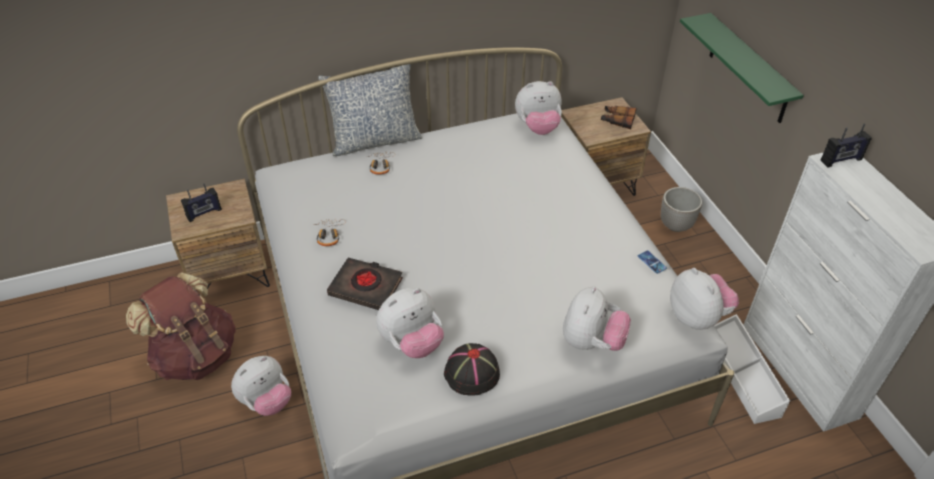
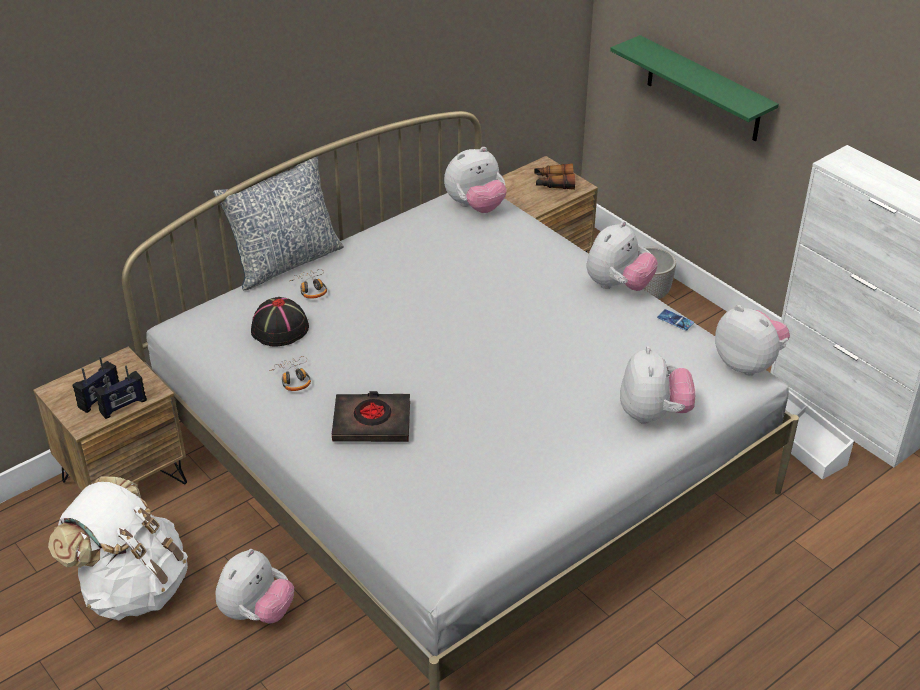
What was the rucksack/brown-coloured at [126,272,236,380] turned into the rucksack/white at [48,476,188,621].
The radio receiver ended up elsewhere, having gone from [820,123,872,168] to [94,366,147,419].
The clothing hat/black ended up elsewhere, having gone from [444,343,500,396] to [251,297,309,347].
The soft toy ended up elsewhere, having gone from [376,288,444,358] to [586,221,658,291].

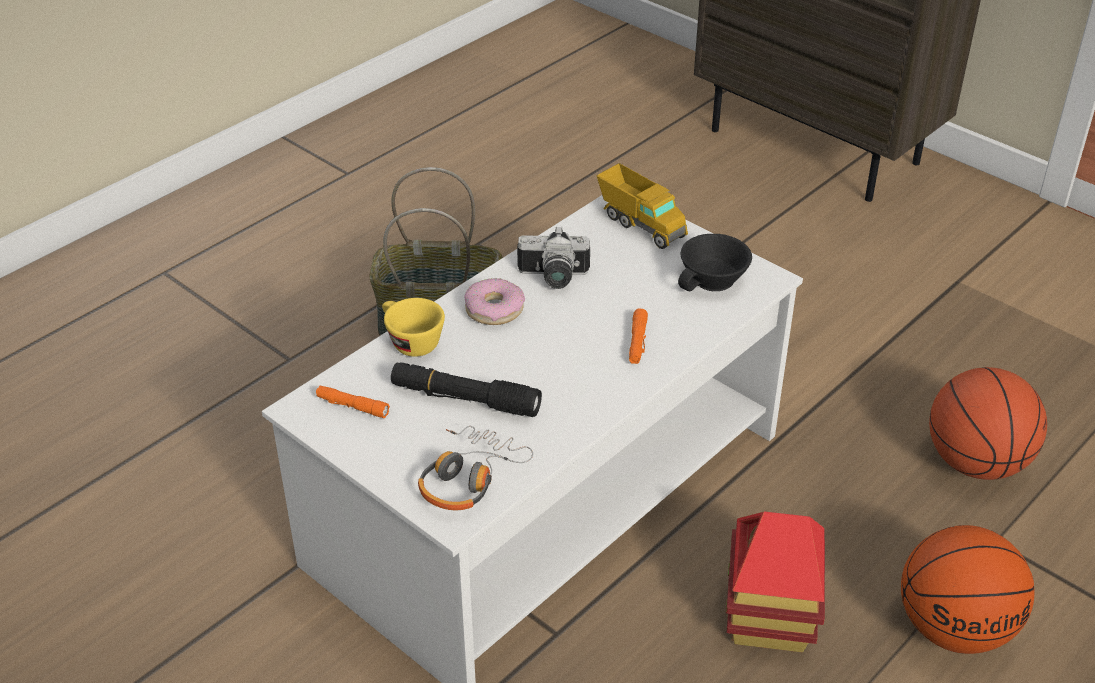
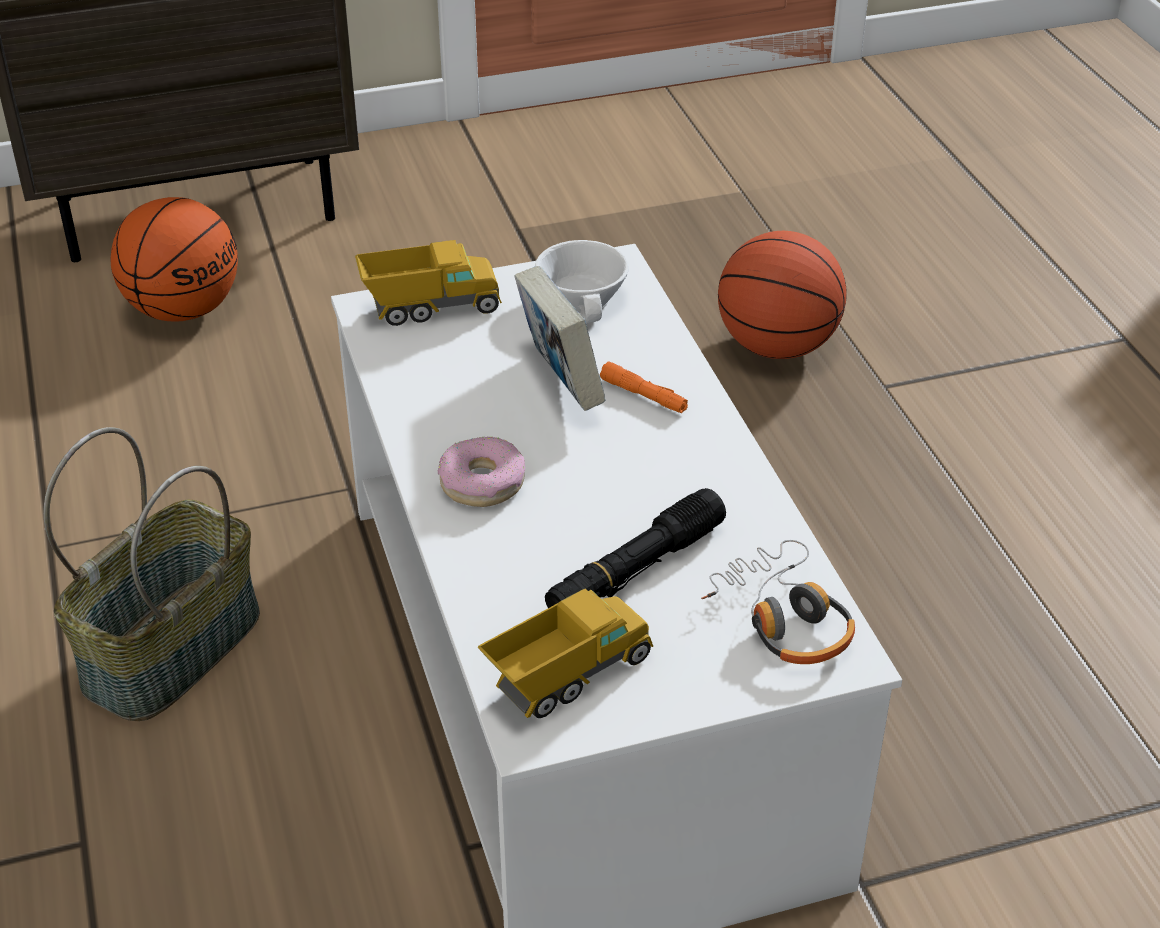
The ball for basketball ended up elsewhere, having gone from [901,525,1035,654] to [111,197,238,322].
Where the torch/orange-coloured stood at [316,386,390,418], the model truck came to stand at [478,589,653,718].
The second view gained the book at [514,266,606,411].
What was the drinking cup/black at [678,234,752,291] turned into the drinking cup/white at [535,240,629,323].
The second view lost the drinking cup/yellowish at [382,298,445,357].
The second view lost the still camera at [517,227,590,289].
The second view lost the toy house at [725,512,825,652].

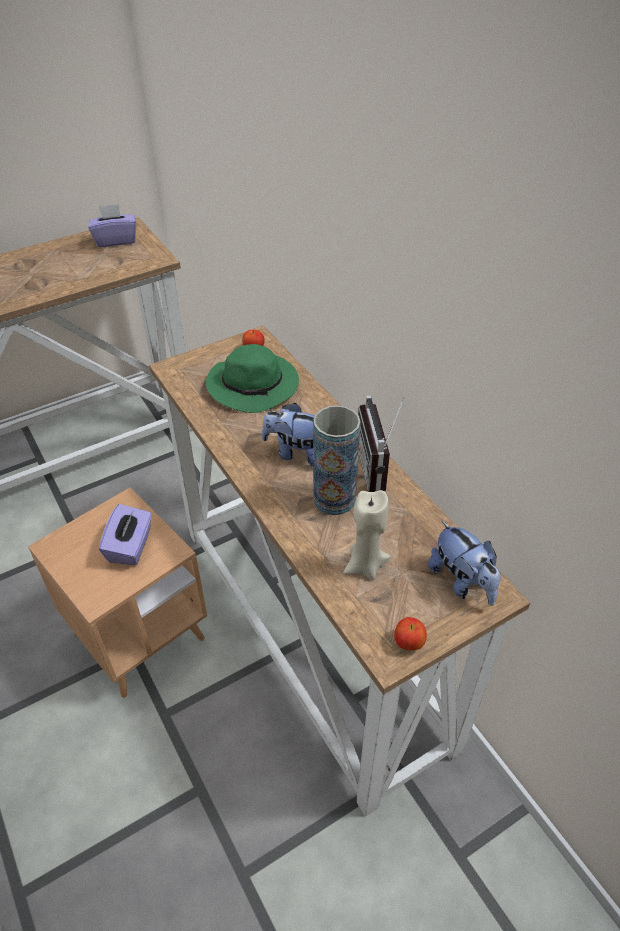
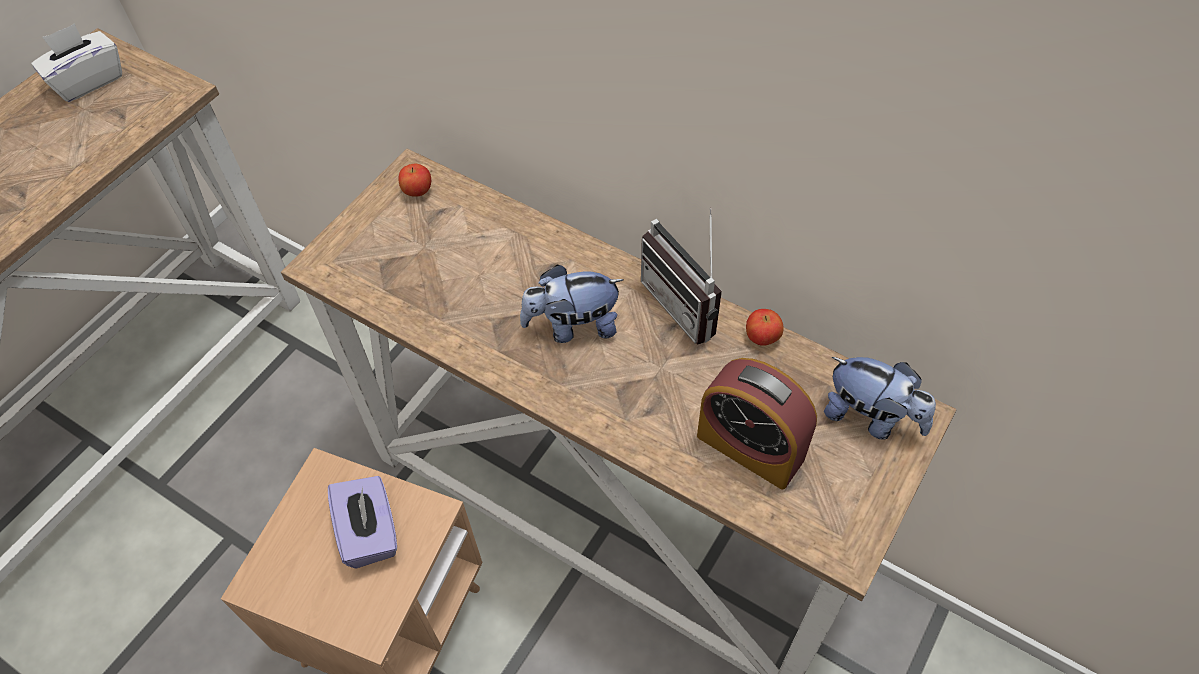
What was the tissue holder/purple at [88,204,136,247] turned into the tissue holder/white at [31,24,122,102].
Where the candle/sand-coloured stood at [343,490,390,580], the table clock came to stand at [697,358,817,490].
The apple ended up elsewhere, having gone from [394,617,427,650] to [746,309,784,346].
The second view lost the clothing hat/green at [206,344,299,413].
The second view lost the vase at [313,405,361,515].

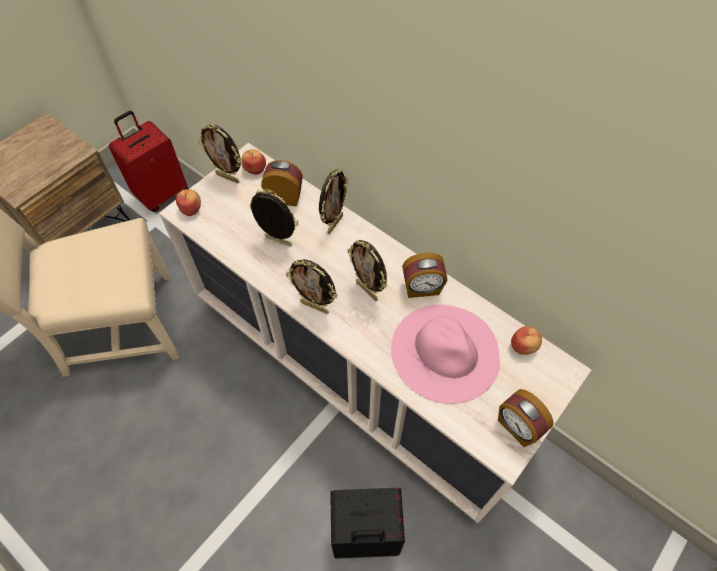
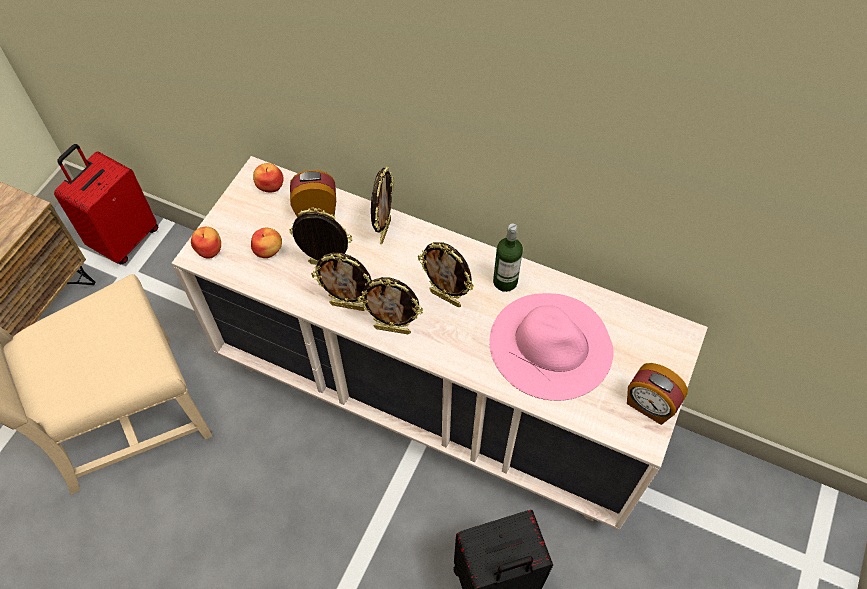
The apple ended up elsewhere, having gone from [511,326,542,355] to [251,228,282,258].
The standing frame ended up elsewhere, having gone from [198,124,241,183] to [311,252,372,311].
Where the table clock stood at [402,252,448,298], the drink bottle came to stand at [493,223,523,292].

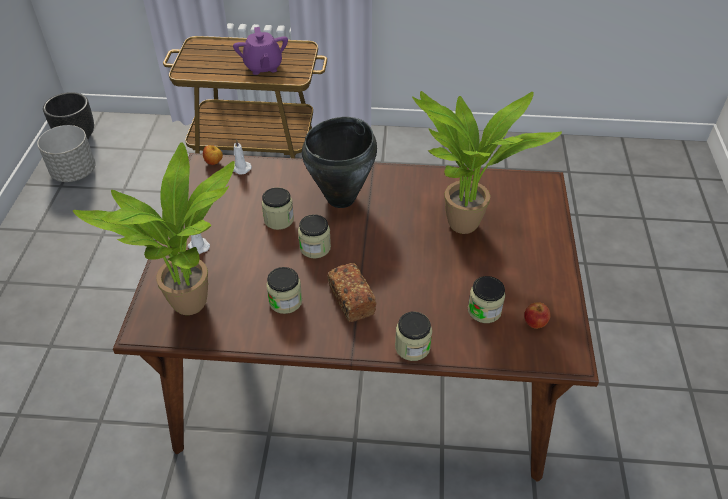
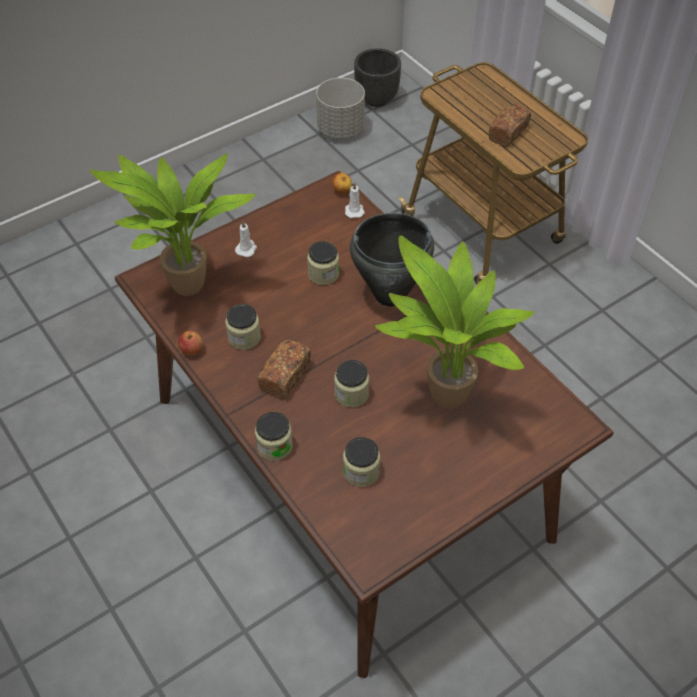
The apple ended up elsewhere, having gone from [525,302,550,329] to [178,331,203,356].
The preserve jar ended up elsewhere, having gone from [298,214,331,259] to [334,360,369,407].
Where the pot for tea/purple stood at [233,27,288,75], the baked bread came to stand at [488,104,531,147].

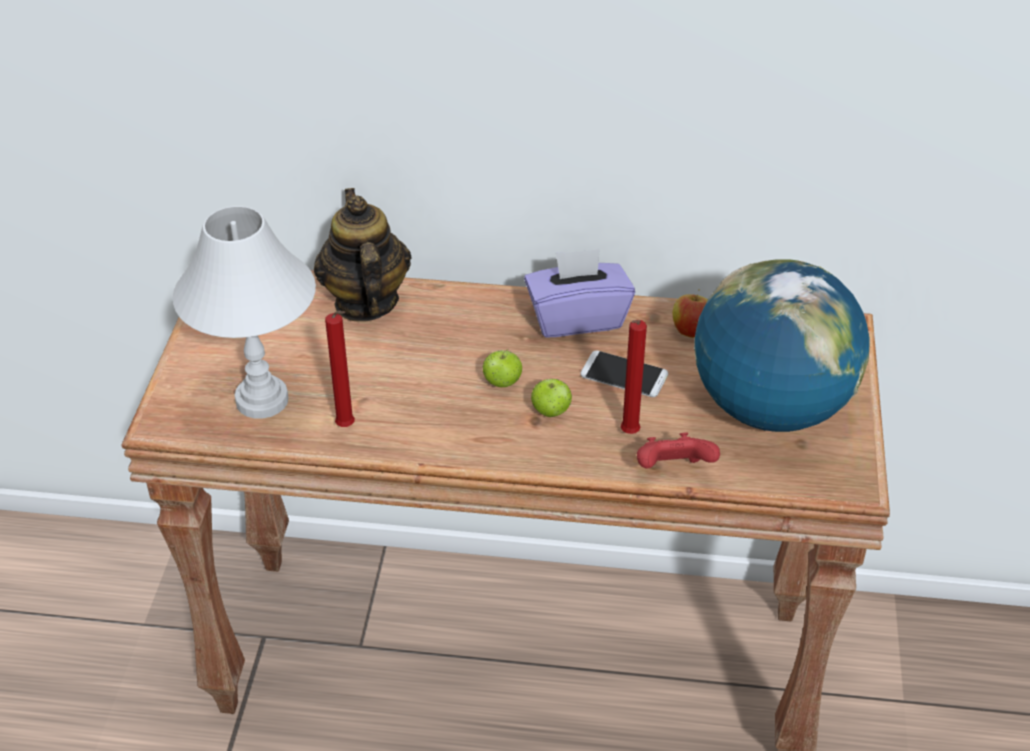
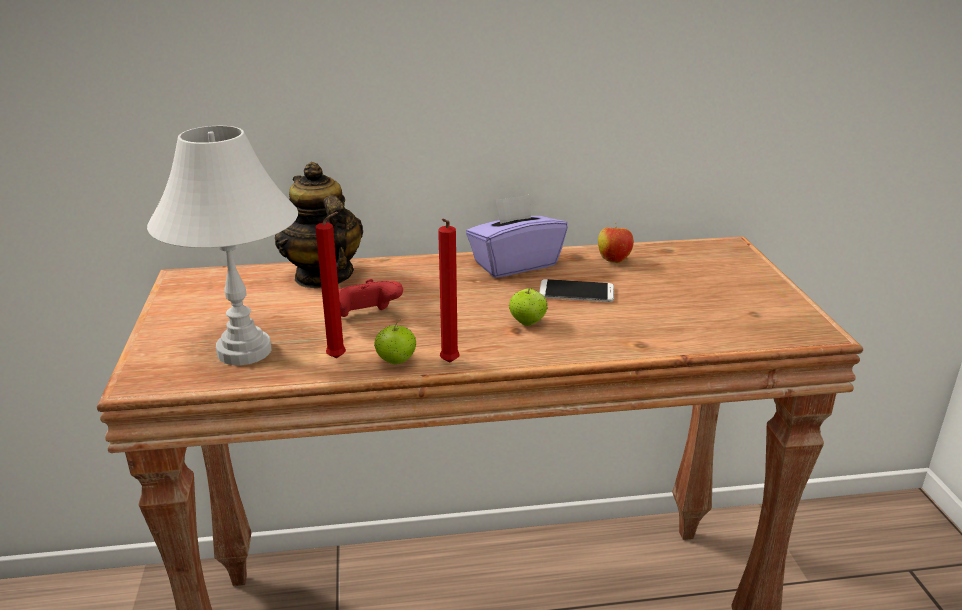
The joypad/reddish ended up elsewhere, having gone from [637,432,720,468] to [339,279,403,317].
The apple ended up elsewhere, having gone from [482,349,522,387] to [374,319,416,364].
The candle/reddish ended up elsewhere, having gone from [620,320,647,434] to [438,219,460,362].
The second view lost the desk globe at [694,259,869,432].

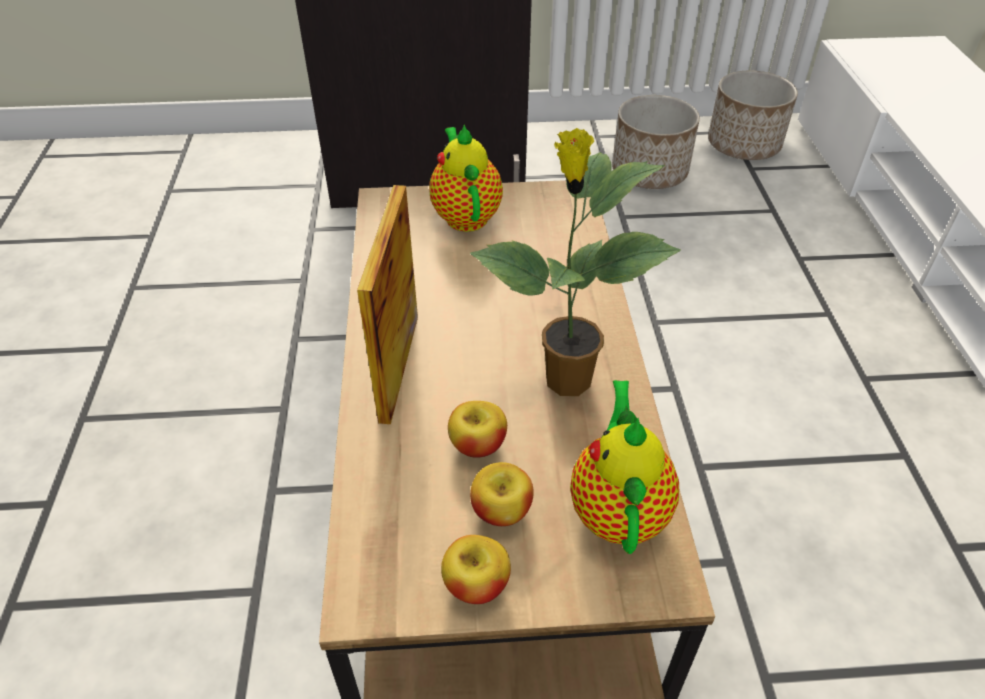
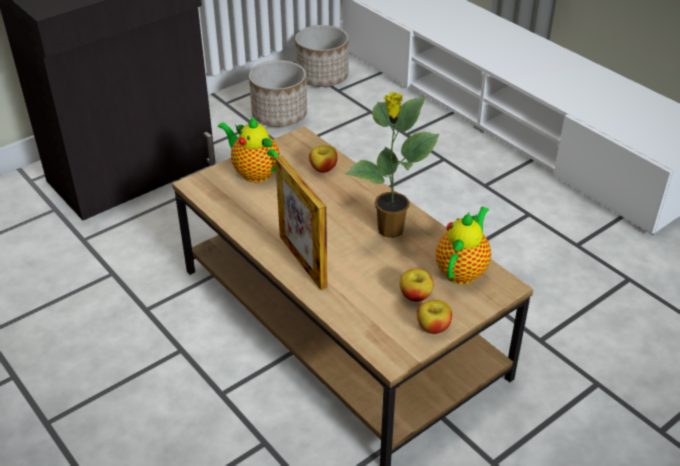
The apple ended up elsewhere, having gone from [448,401,507,458] to [309,145,337,173].
The pot for tea at [570,380,679,554] ended up facing another way, 60 degrees clockwise from before.

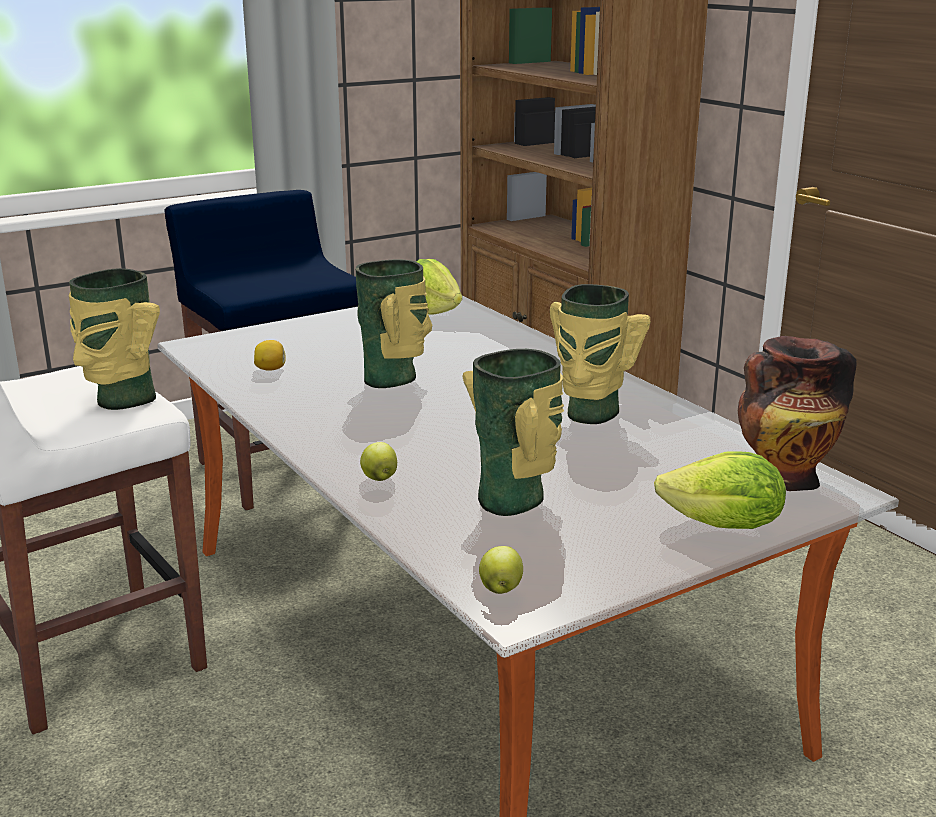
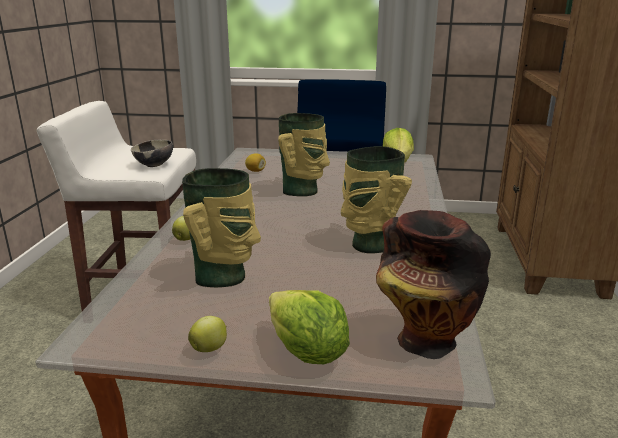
Where the vase stood at [69,268,160,410], the serving bowl came to stand at [131,140,173,167].
The apple ended up elsewhere, having gone from [479,546,523,594] to [188,316,227,352].

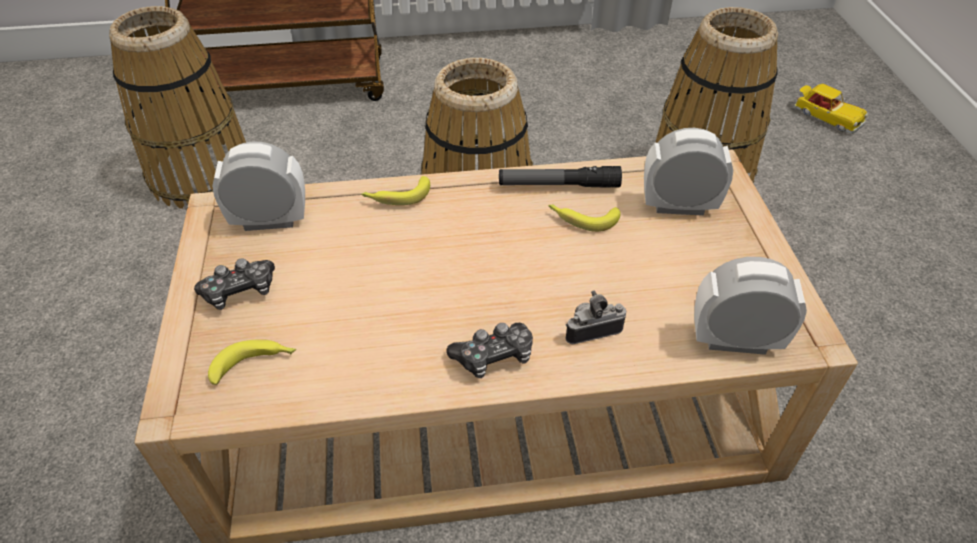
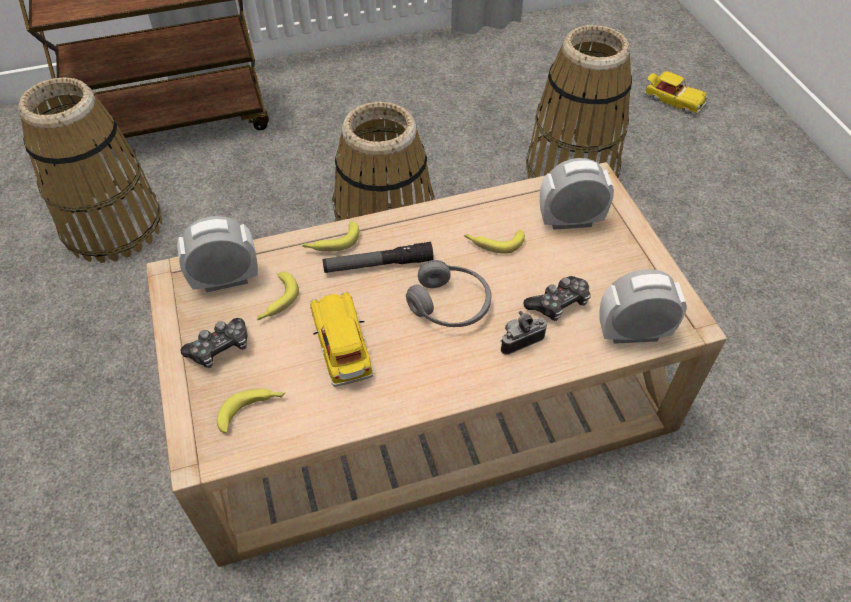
The second view gained the whole banana at [257,272,299,320].
The second view gained the model car at [310,291,373,387].
The torch ended up elsewhere, having gone from [499,166,622,188] to [323,242,434,273].
The second view gained the headphones/greyish at [406,260,491,327].
The joypad ended up elsewhere, having gone from [447,323,533,378] to [523,276,591,321].

